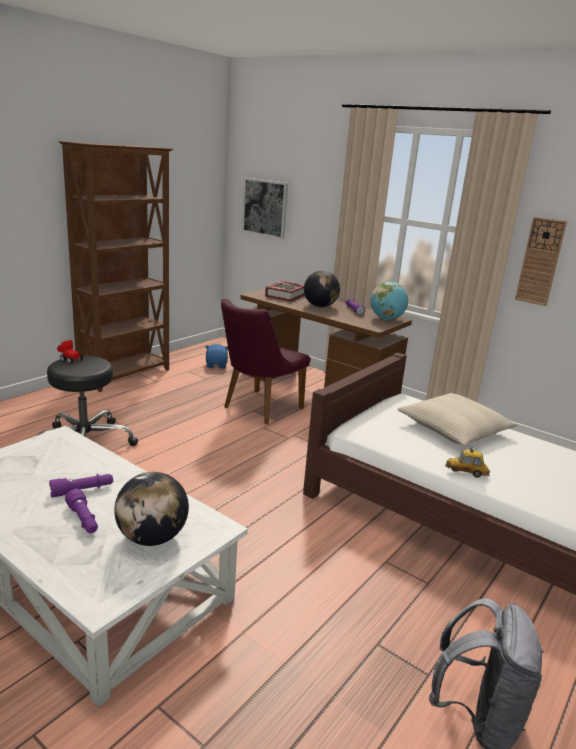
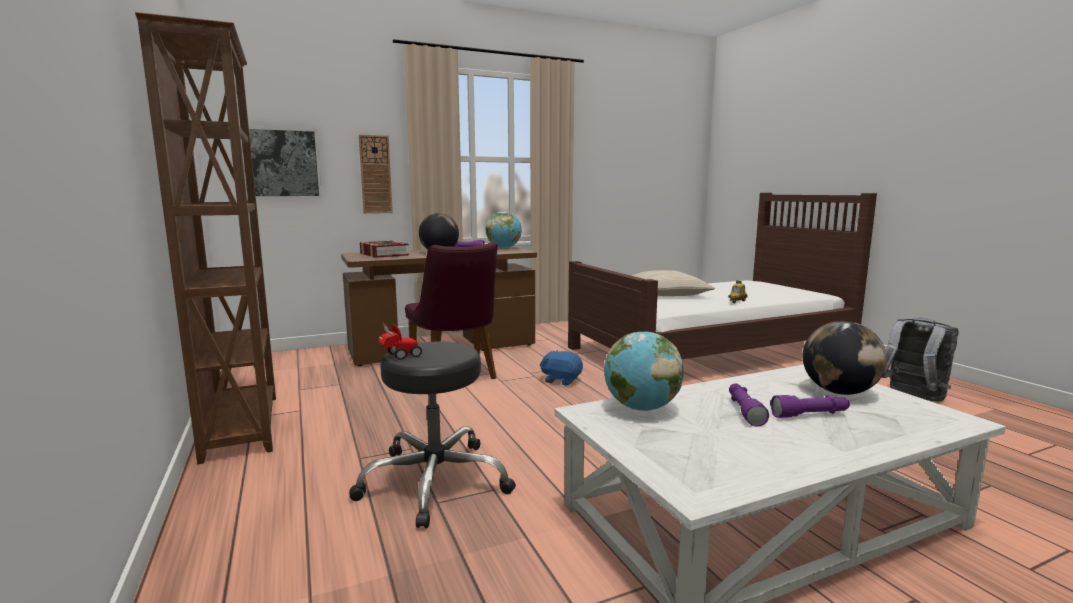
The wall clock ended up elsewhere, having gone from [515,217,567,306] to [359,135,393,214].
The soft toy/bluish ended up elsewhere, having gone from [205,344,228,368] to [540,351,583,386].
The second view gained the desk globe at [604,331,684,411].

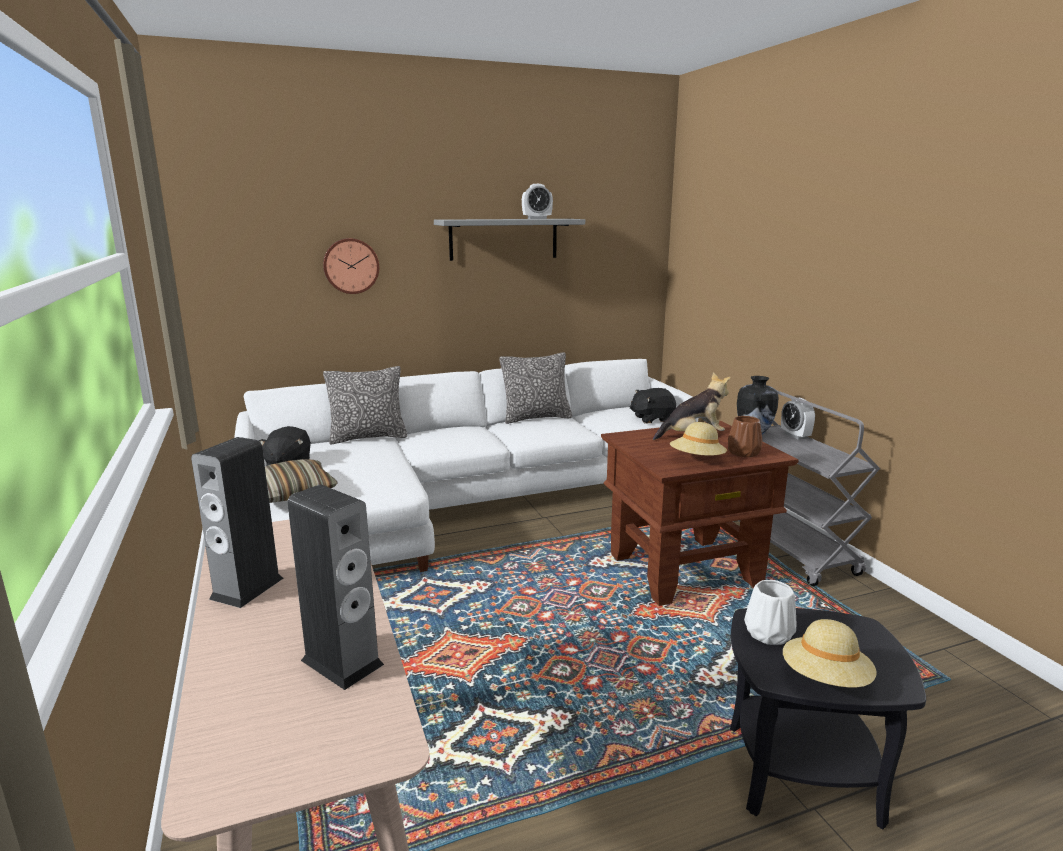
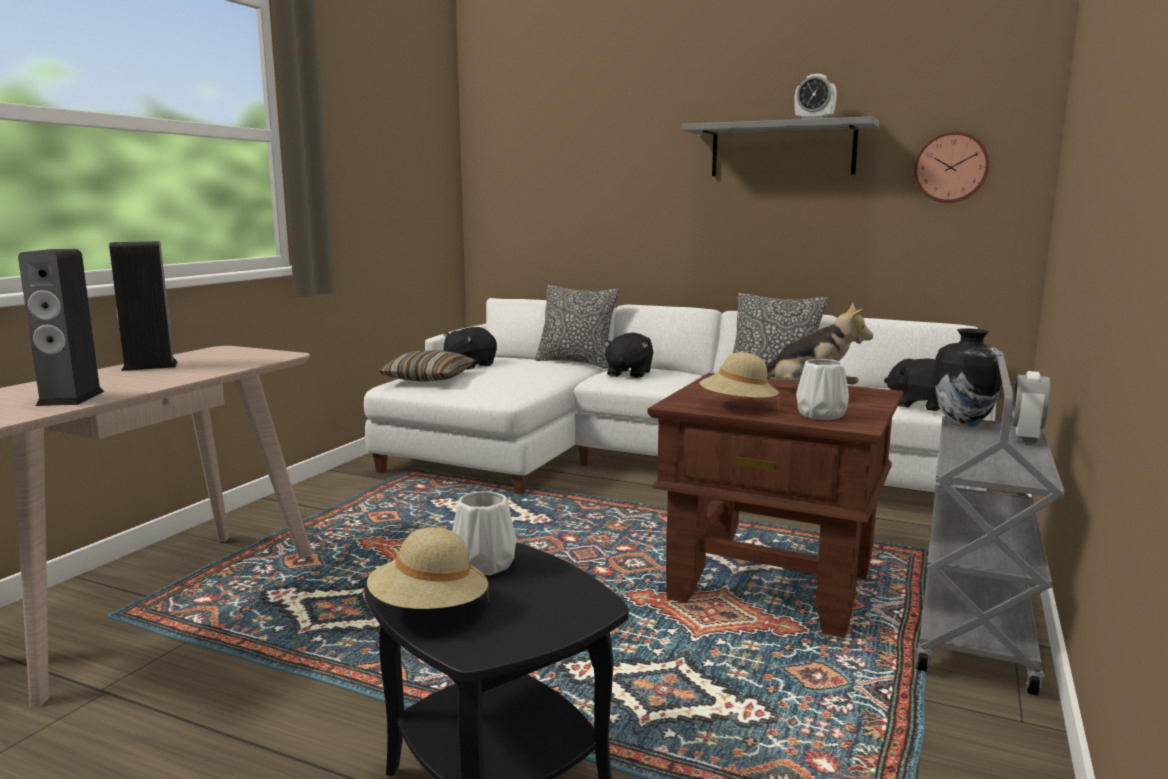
The second view gained the soft toy/black at [603,333,653,378].
What was the vase/brown-coloured at [728,416,763,457] turned into the vase/white at [796,359,849,420].
The wall clock ended up elsewhere, having gone from [323,238,379,294] to [914,131,989,203].

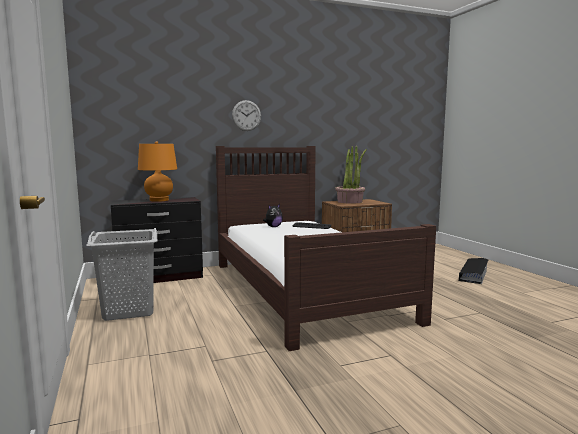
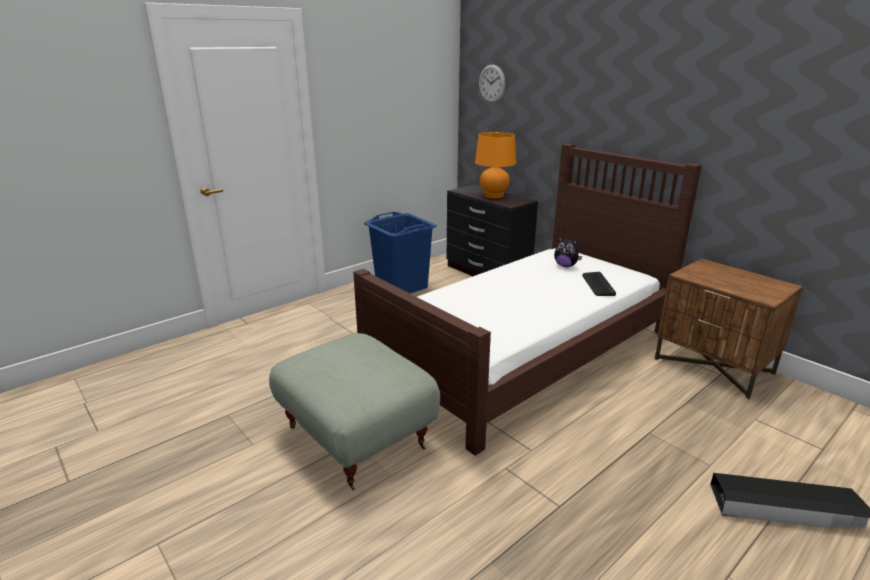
The second view gained the footrest/greyish at [269,333,440,490].
What was the hamper/greyish at [86,228,157,321] turned into the hamper/bluish at [364,212,437,293].
The wall clock ended up elsewhere, having gone from [232,100,261,131] to [479,64,505,103].
The second view lost the plant in a pot at [335,146,367,204].

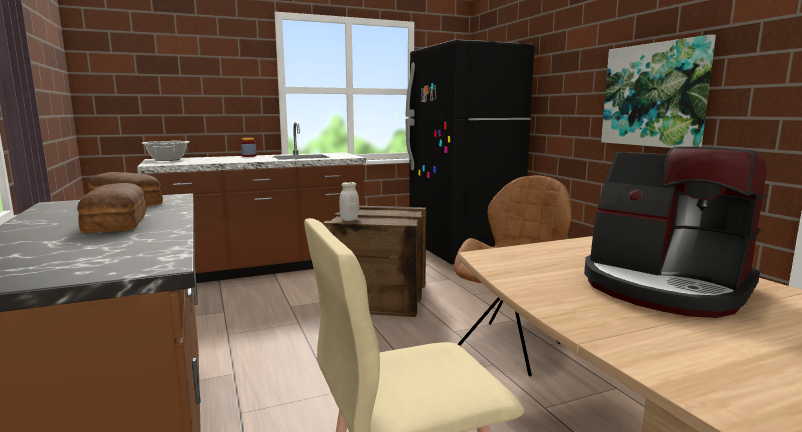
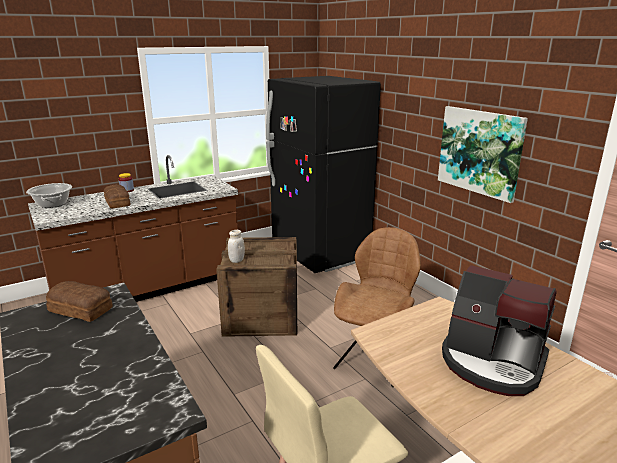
The baked bread ended up elsewhere, having gone from [77,183,147,233] to [104,184,130,208].

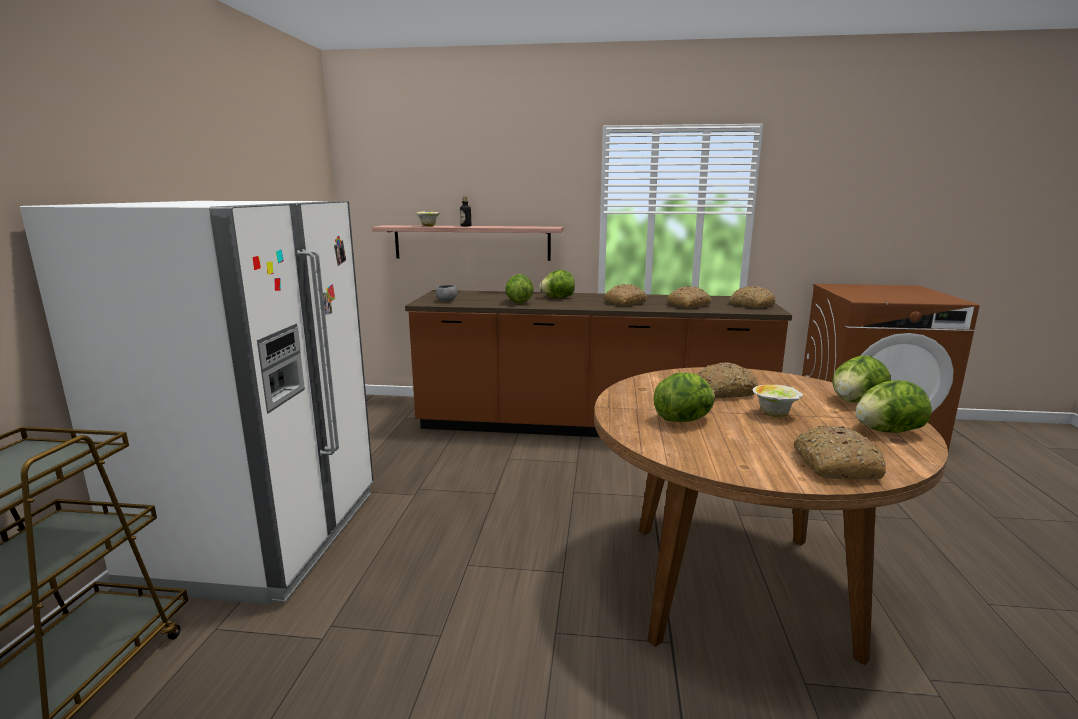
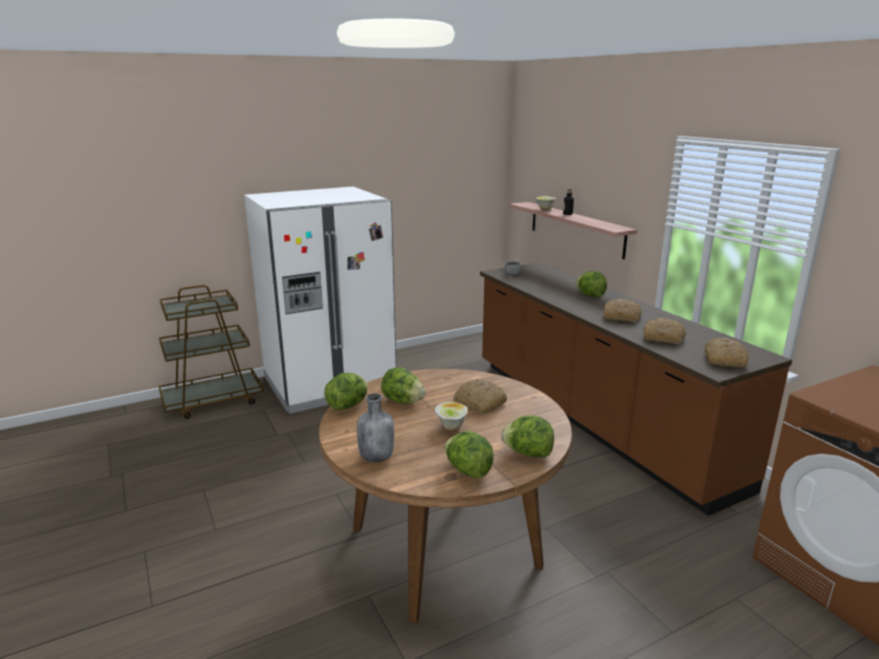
The head of lettuce ended up elsewhere, having gone from [505,274,534,304] to [324,373,368,410].
Where the baked bread stood at [794,425,886,480], the drink bottle/greyish came to stand at [357,393,394,462].

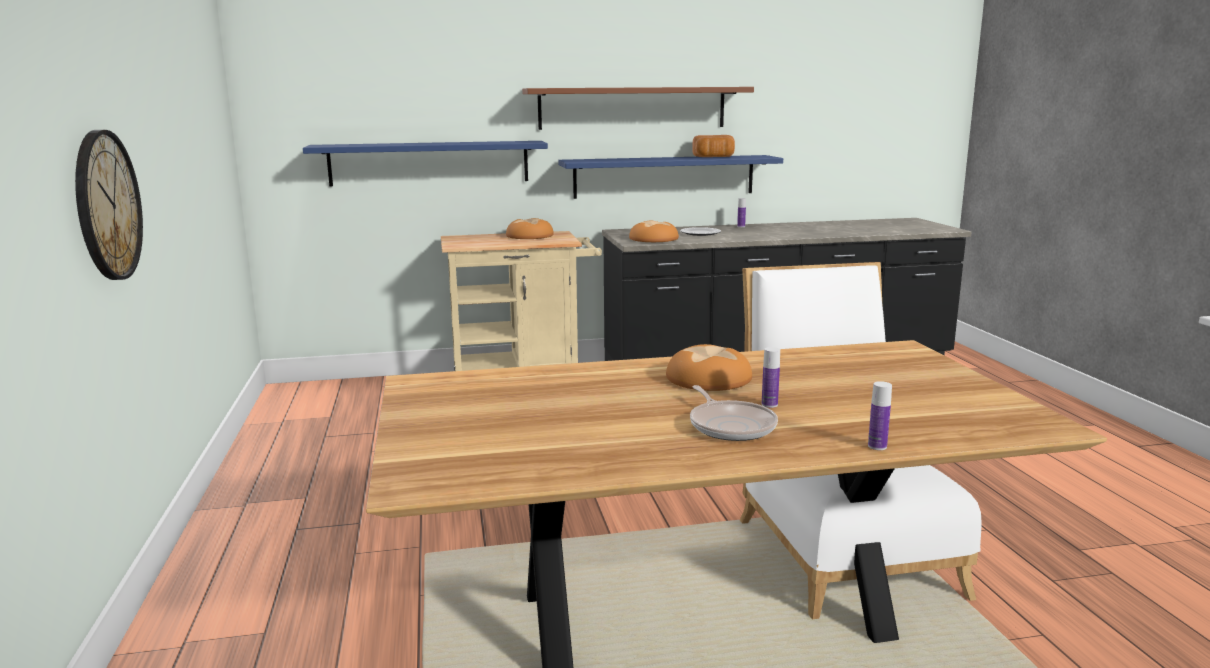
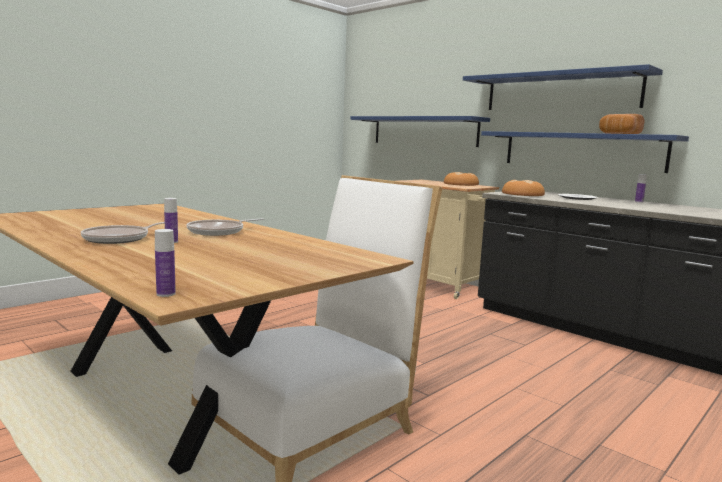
The drink bottle ended up elsewhere, having gone from [868,381,892,450] to [155,229,176,297].
Where the baked bread stood at [666,344,752,391], the pan came to stand at [187,218,264,236].
What was the wall shelf/brown-coloured at [522,87,754,130] turned into the wall shelf/bluish at [463,64,663,110].
The second view lost the wall clock at [75,130,143,280].

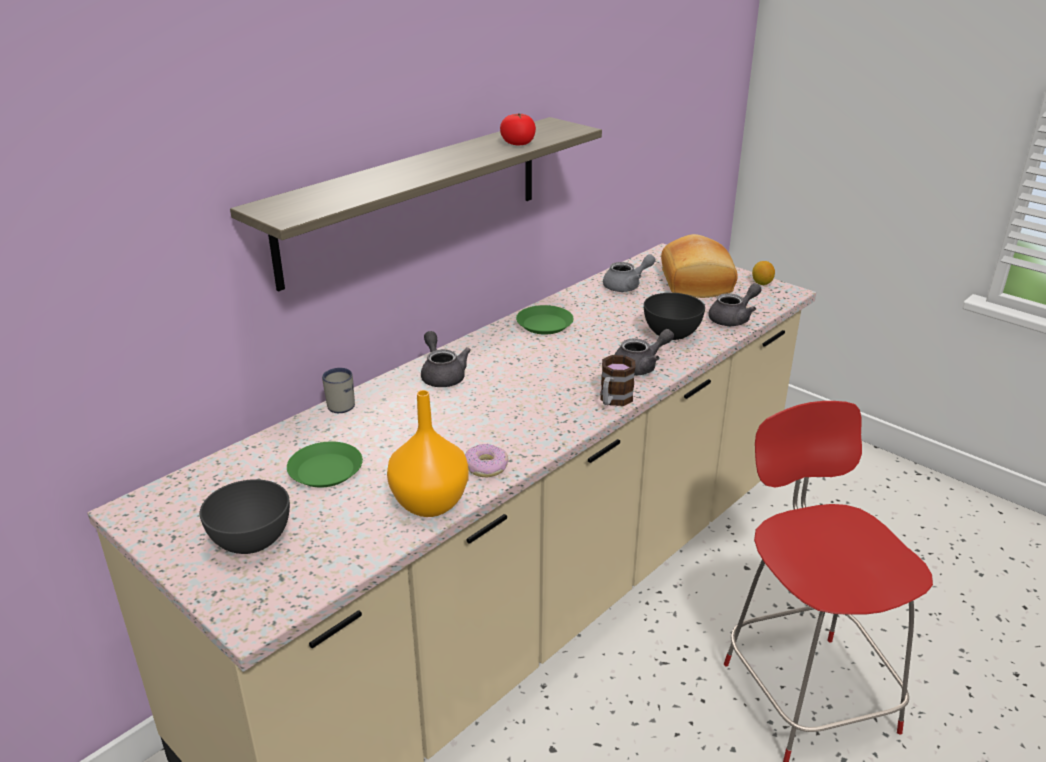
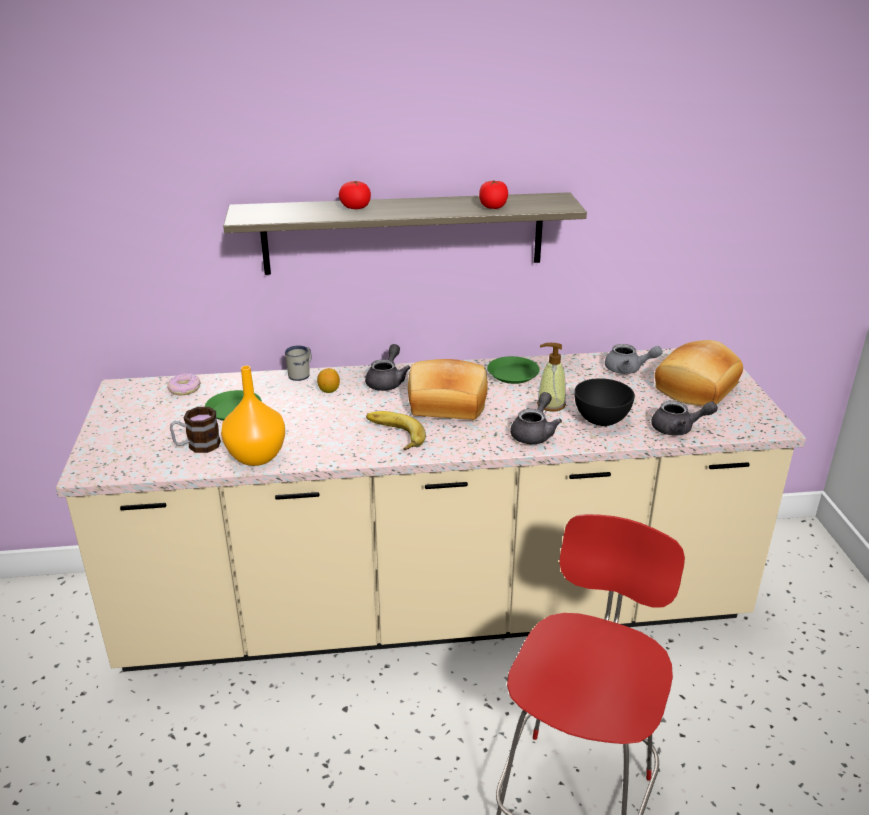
The doughnut ended up elsewhere, having gone from [465,444,509,477] to [167,373,201,396].
The tea mug ended up elsewhere, having gone from [600,355,636,406] to [170,407,221,453].
The whole lemon ended up elsewhere, having gone from [752,261,775,285] to [317,368,340,393].
The second view gained the whole tomato at [339,181,371,209].
The second view gained the whole banana at [366,411,426,450].
The second view gained the baked bread at [408,359,488,420].
The pot for tea/greyish at [615,329,674,375] ended up facing another way, 75 degrees counterclockwise from before.
The second view gained the liquid soap bottle at [537,343,566,411].
The second view lost the serving bowl/greyish at [200,479,290,554].

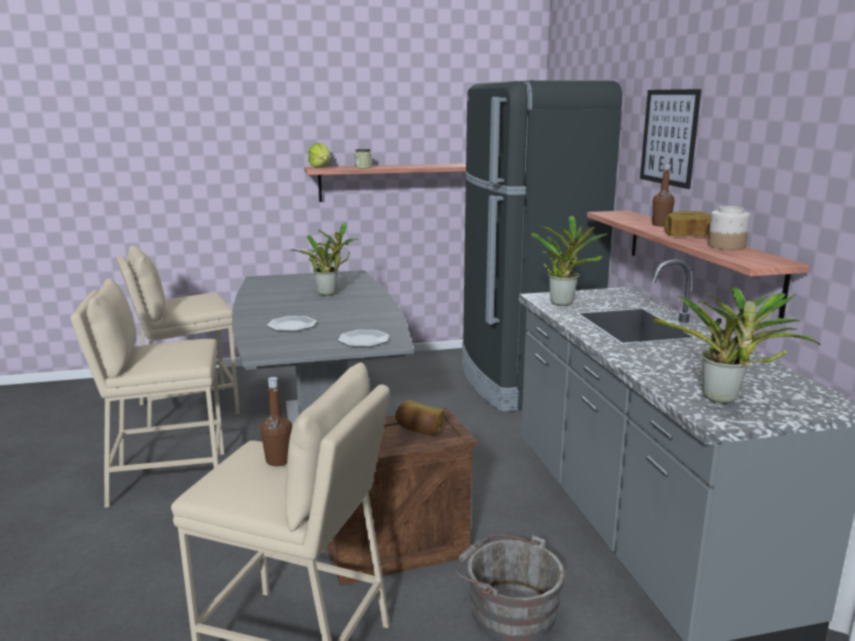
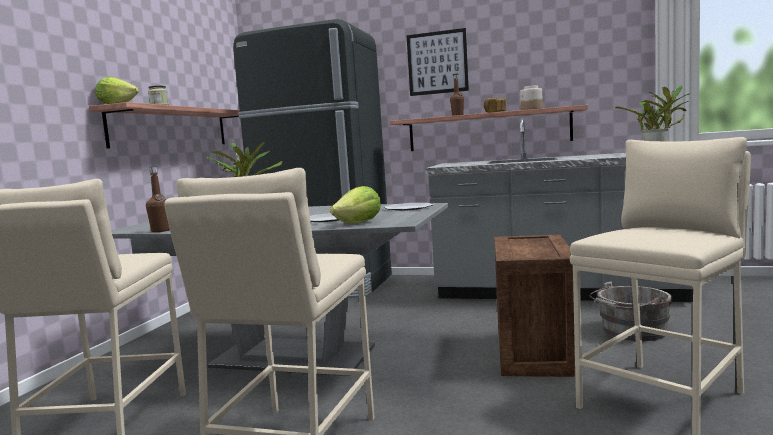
The drink bottle/brown-coloured ended up elsewhere, having gone from [260,377,292,466] to [146,167,170,232].
The second view gained the head of lettuce at [330,186,381,223].
The second view lost the baked bread at [395,400,444,435].
The second view lost the plant in a pot at [532,216,608,306].

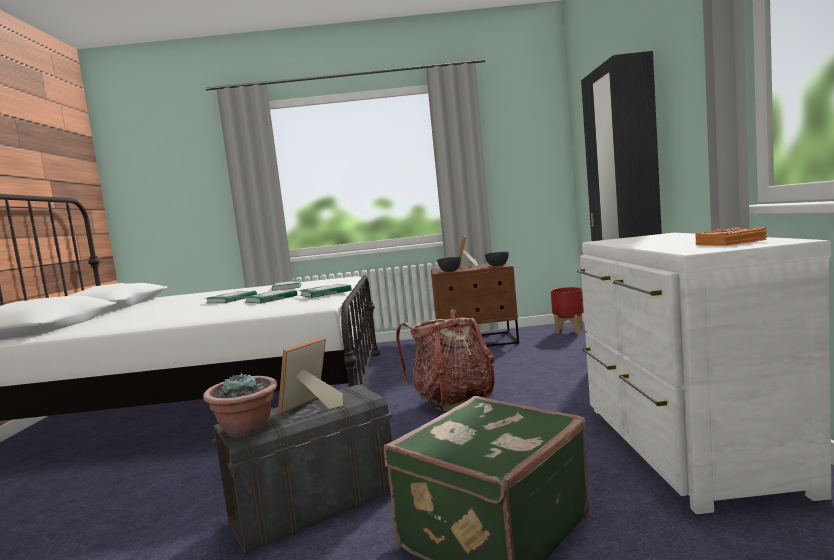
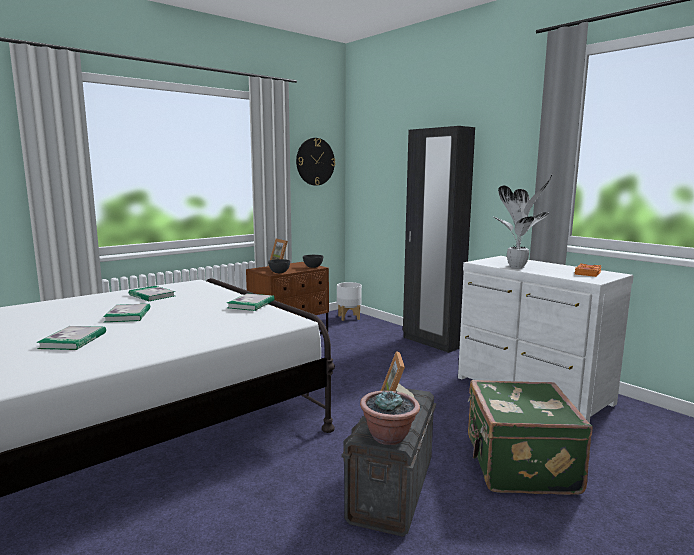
The book ended up elsewhere, having gone from [245,290,297,304] to [37,326,106,350].
The second view gained the wall clock at [296,138,335,186].
What was the plant pot/reddish at [551,287,584,334] turned into the plant pot/white at [337,282,362,321].
The second view gained the plant in a pot at [492,173,553,268].
The second view lost the rucksack at [396,310,495,411].

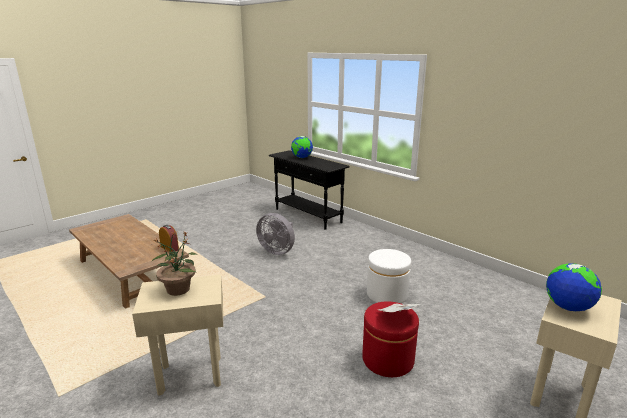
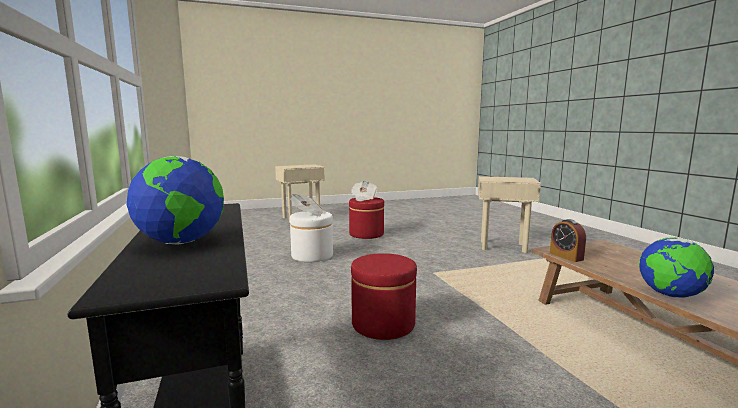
The second view gained the newspaper at [290,194,324,217].
Where the cooling fan/greyish stood at [256,213,295,255], the footrest/reddish came to stand at [351,253,417,340].
The desk globe ended up elsewhere, having gone from [546,263,602,311] to [639,237,714,298].
The second view lost the plant in a pot at [152,230,196,296].

